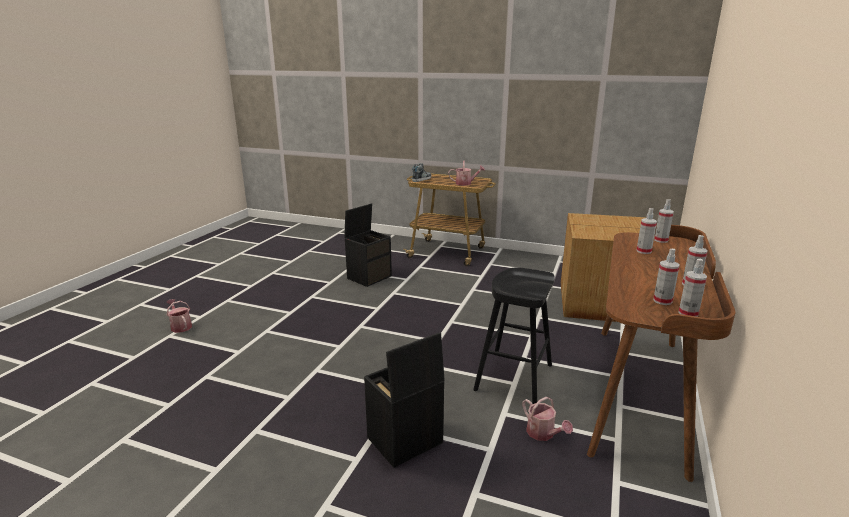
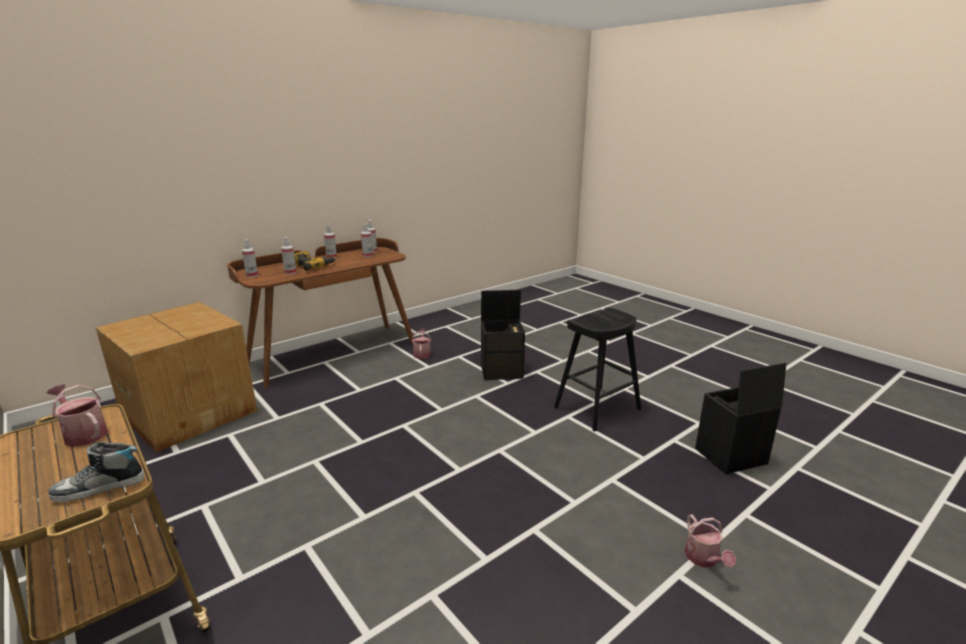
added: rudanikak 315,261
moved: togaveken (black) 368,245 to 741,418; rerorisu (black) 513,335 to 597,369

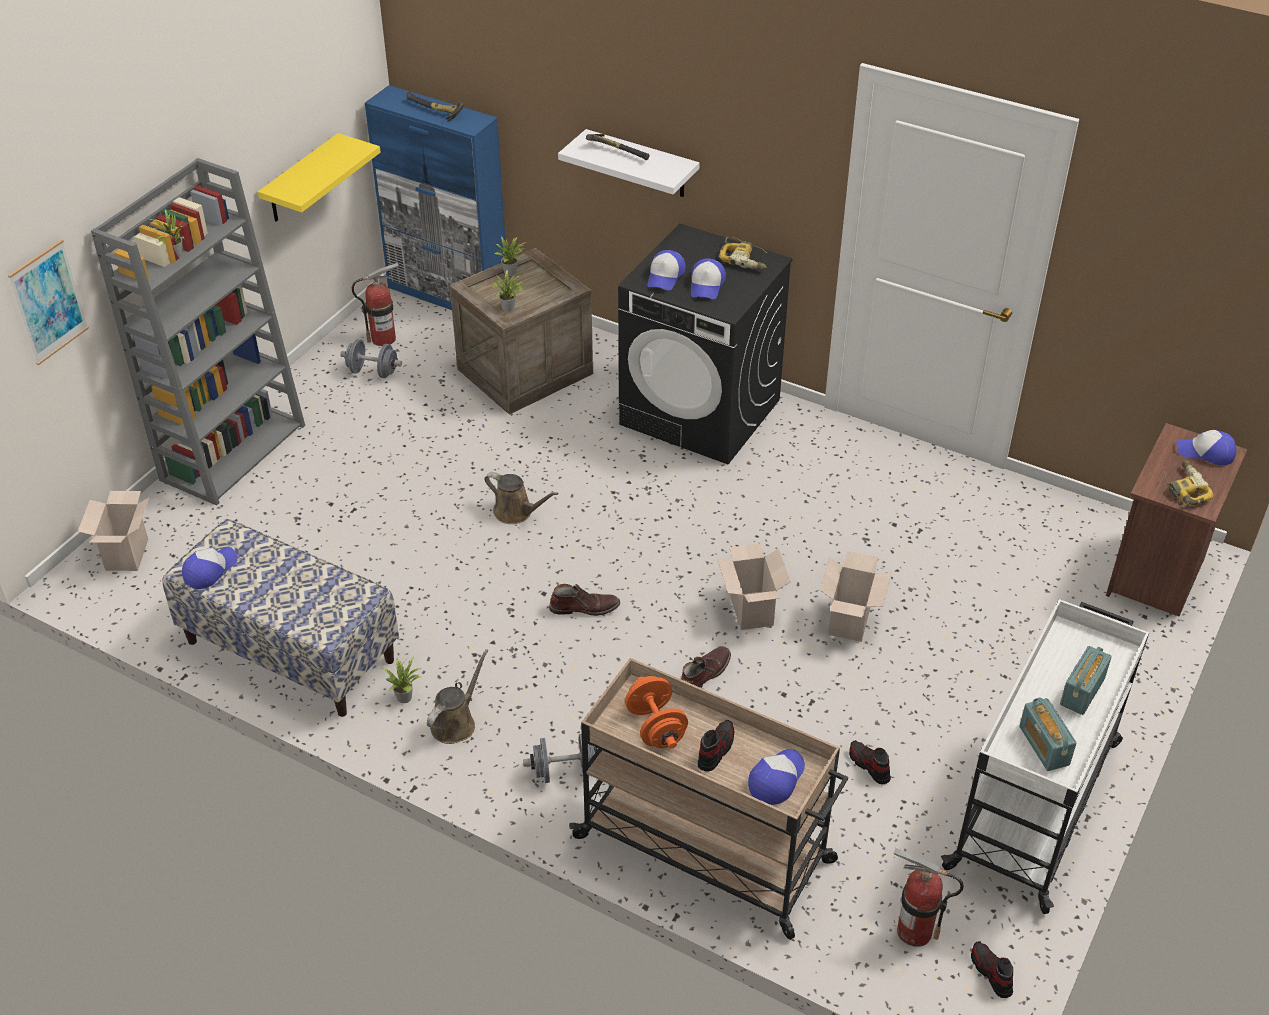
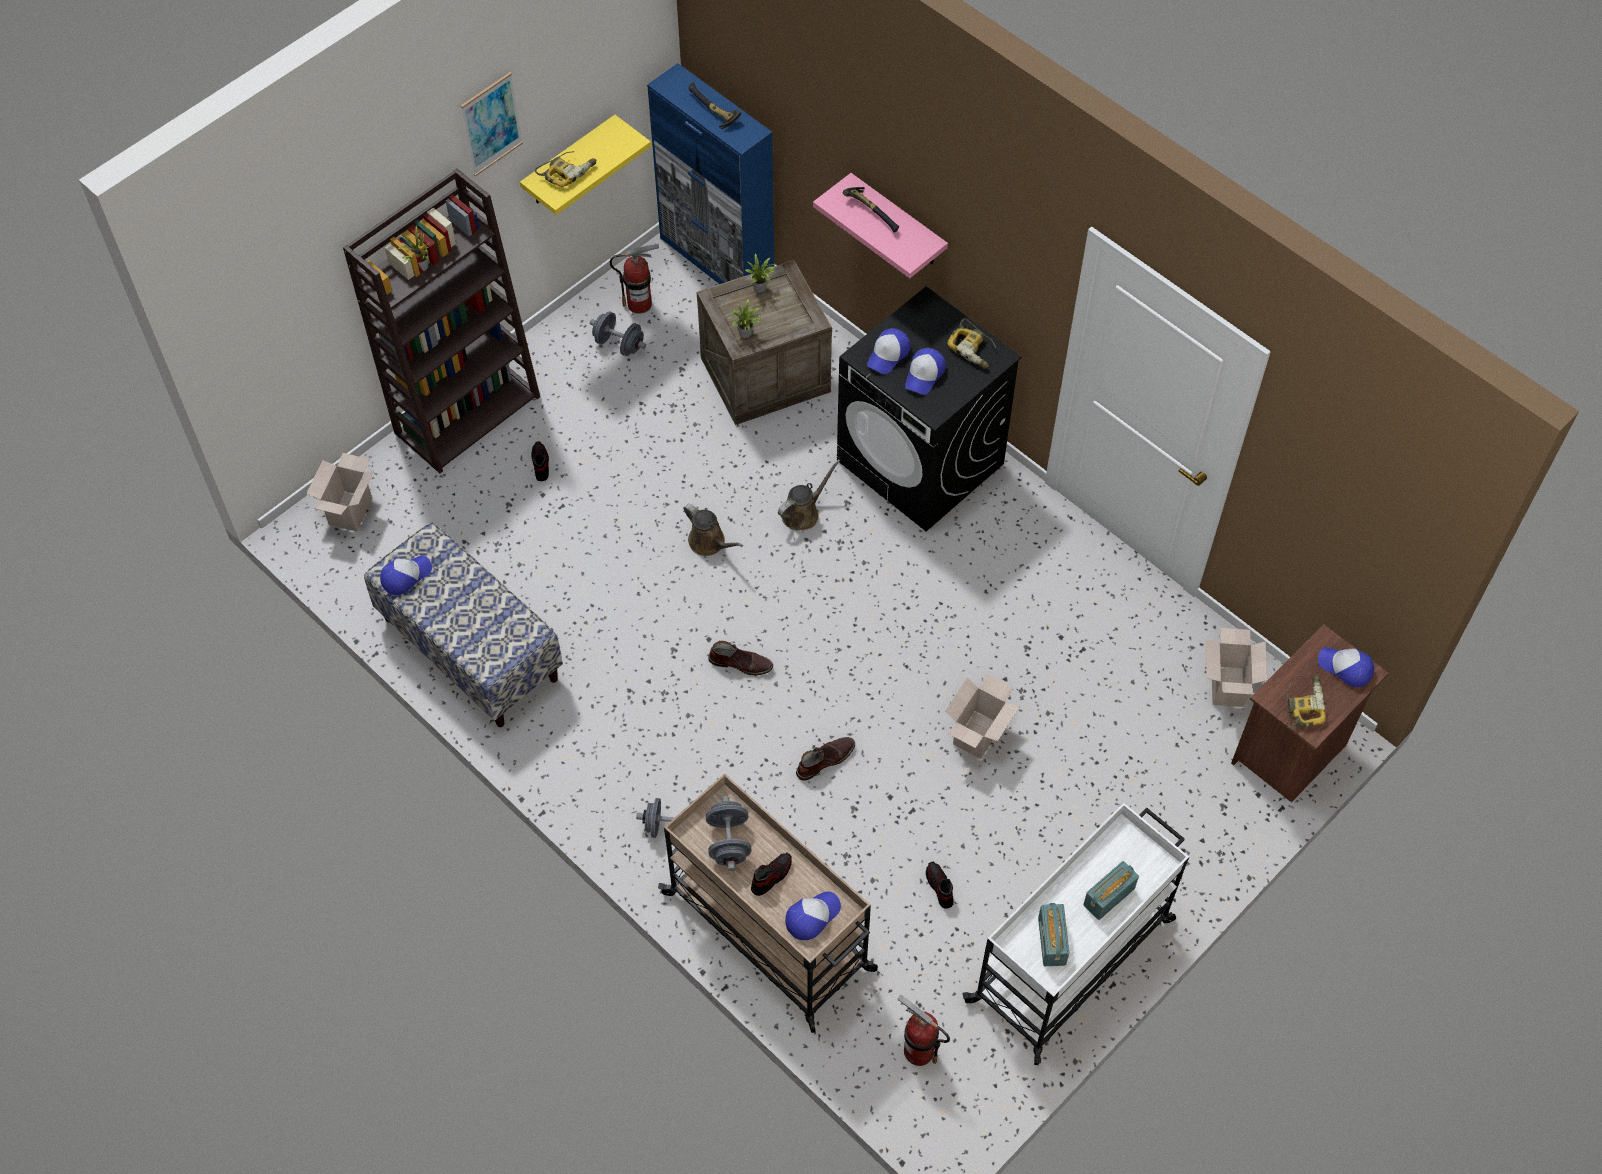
removed: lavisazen 402,680
added: rudanikak 565,169
moved: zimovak 48,302 to 492,124; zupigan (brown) 457,696 to 809,494; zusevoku 753,587 to 1236,667; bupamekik 992,969 to 540,461
recoloured: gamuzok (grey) 198,332 to gamuzok (brown) 441,321; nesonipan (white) 629,163 to nesonipan (pink) 880,225; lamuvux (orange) 656,712 to lamuvux (grey) 728,833

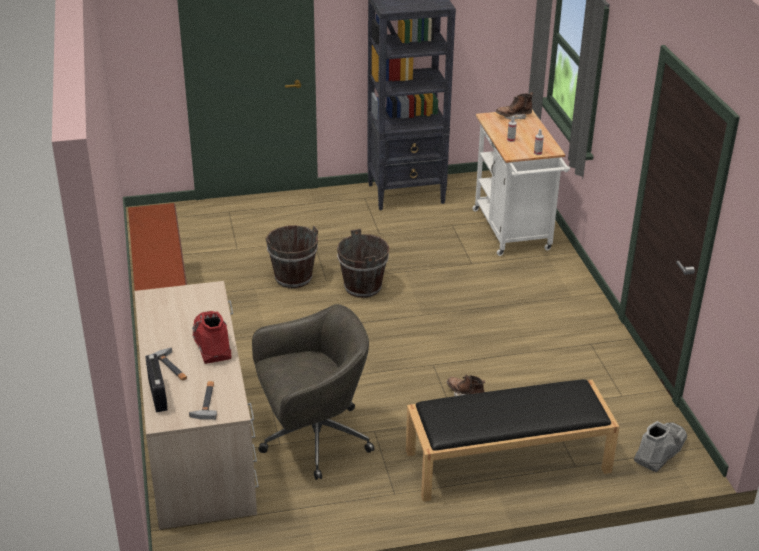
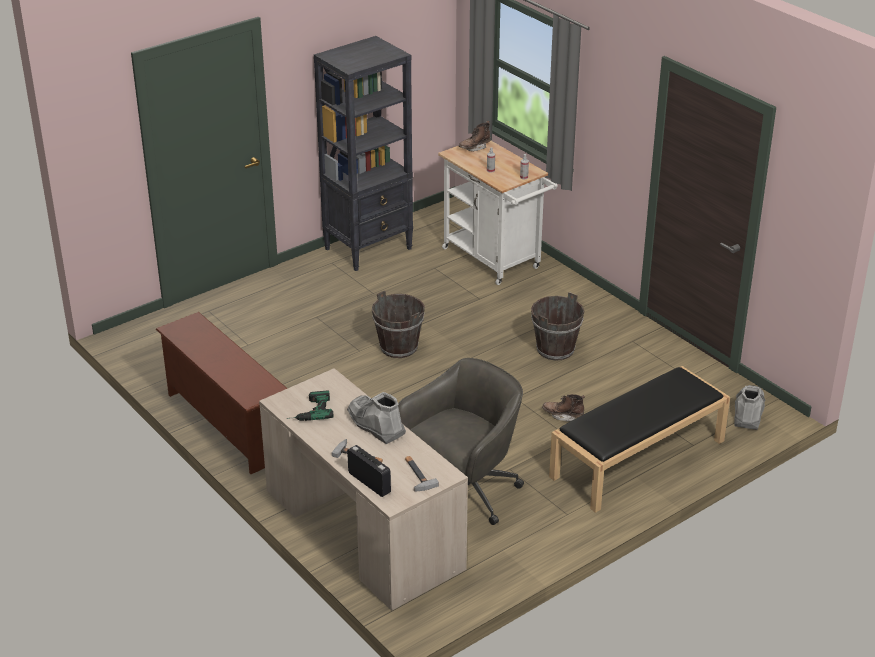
added: rudanikak 310,405
moved: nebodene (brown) 292,256 to 558,326
recoloured: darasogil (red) 211,337 to darasogil (grey) 376,418

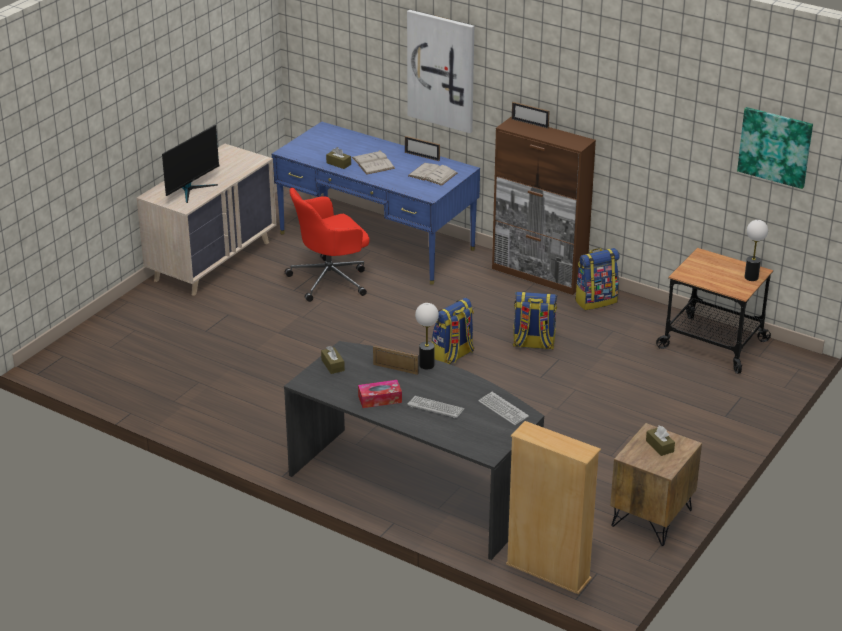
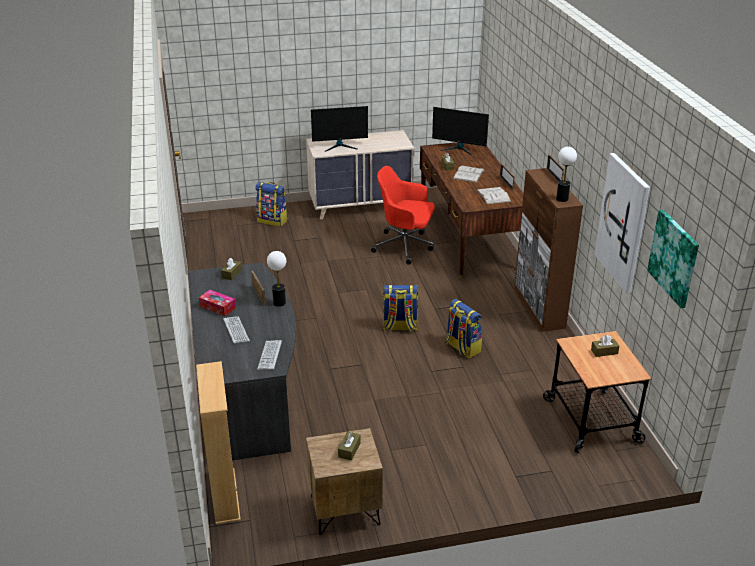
added: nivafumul 460,131; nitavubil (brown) 605,346
moved: zimovak 440,71 to 622,223; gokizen 597,279 to 271,204; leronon 756,250 to 566,174
recoloured: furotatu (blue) 376,203 to furotatu (brown) 472,210

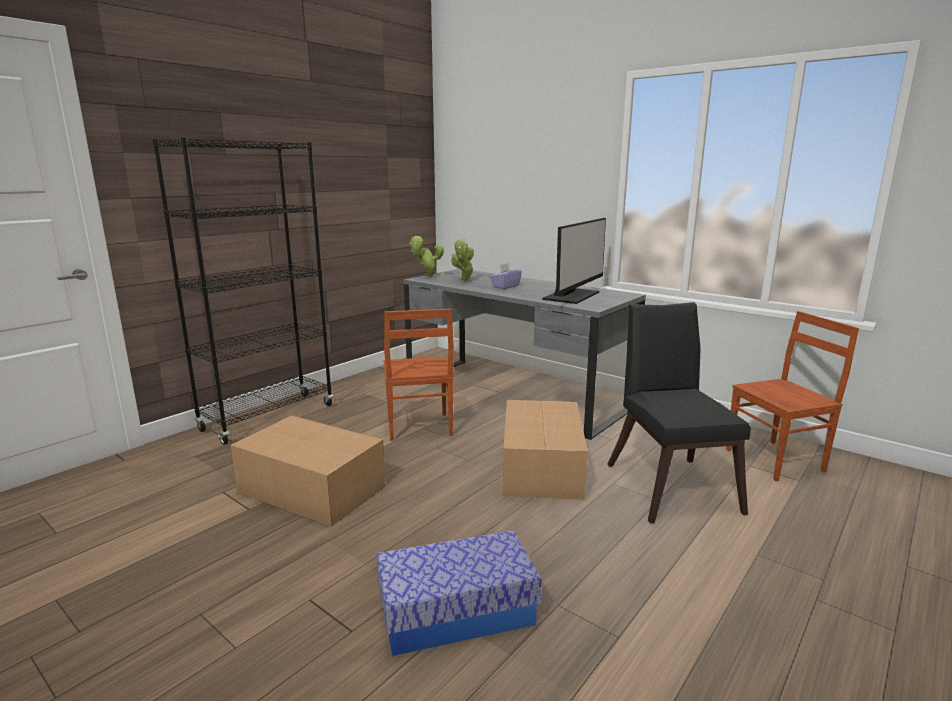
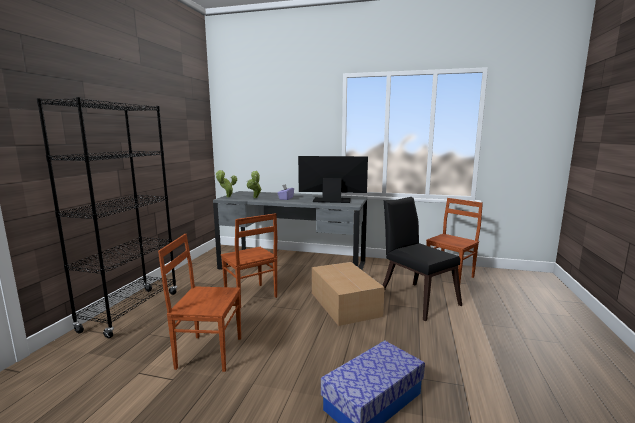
replaced: zusevoku 307,471 to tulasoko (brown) 199,303
turned: nivafumul 574,261 = 333,179 90 degrees counterclockwise

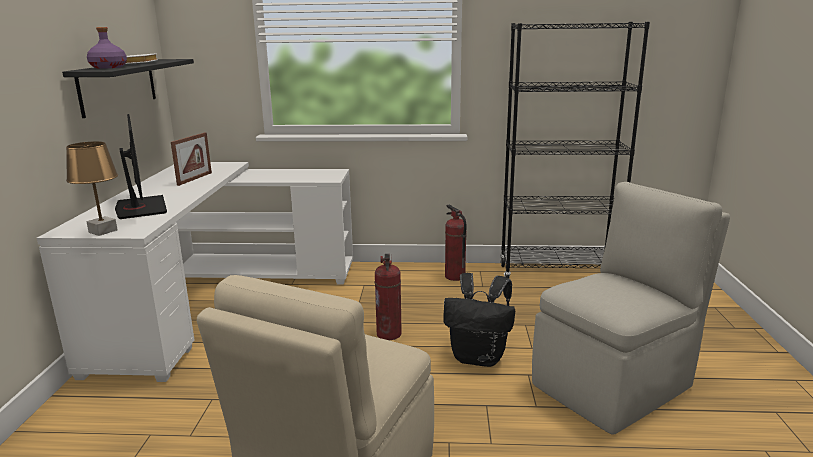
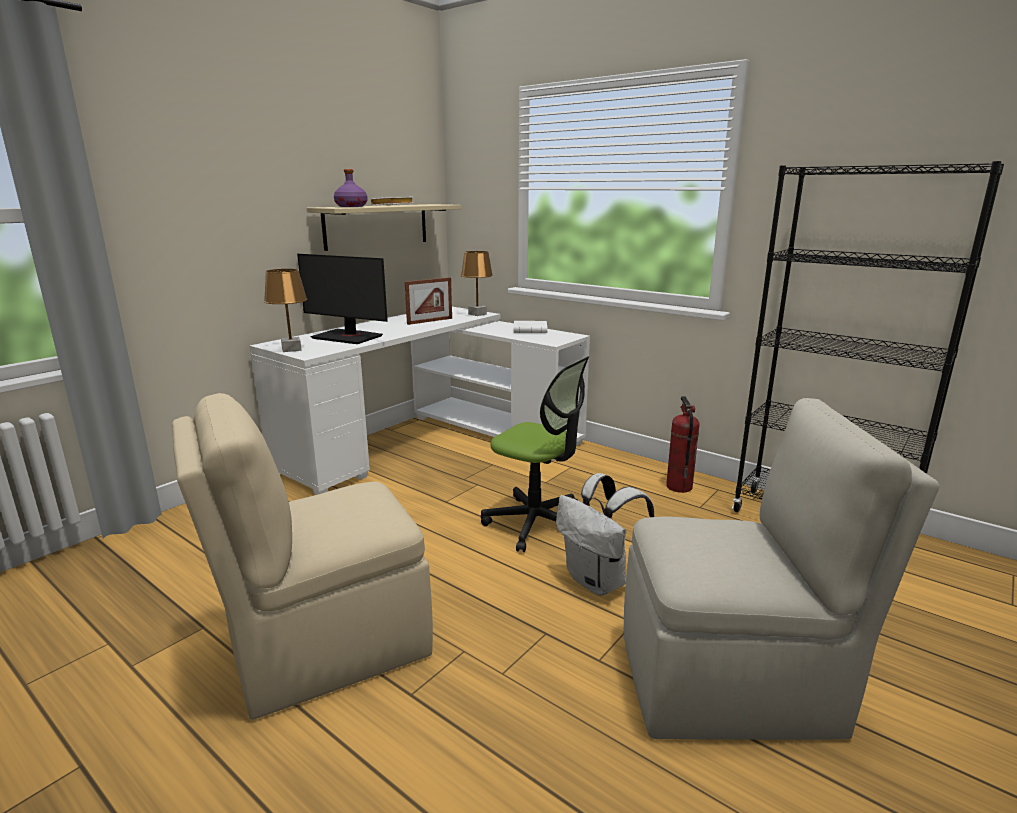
added: leronon (brown) 477,283; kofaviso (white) 530,327
replaced: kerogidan 388,297 to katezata 535,454
recoloured: nesonipan (black) 128,88 to nesonipan (beige) 384,227; gokizen (black) 479,320 to gokizen (white) 605,534
turned: nivafumul 141,166 = 342,299 105 degrees clockwise

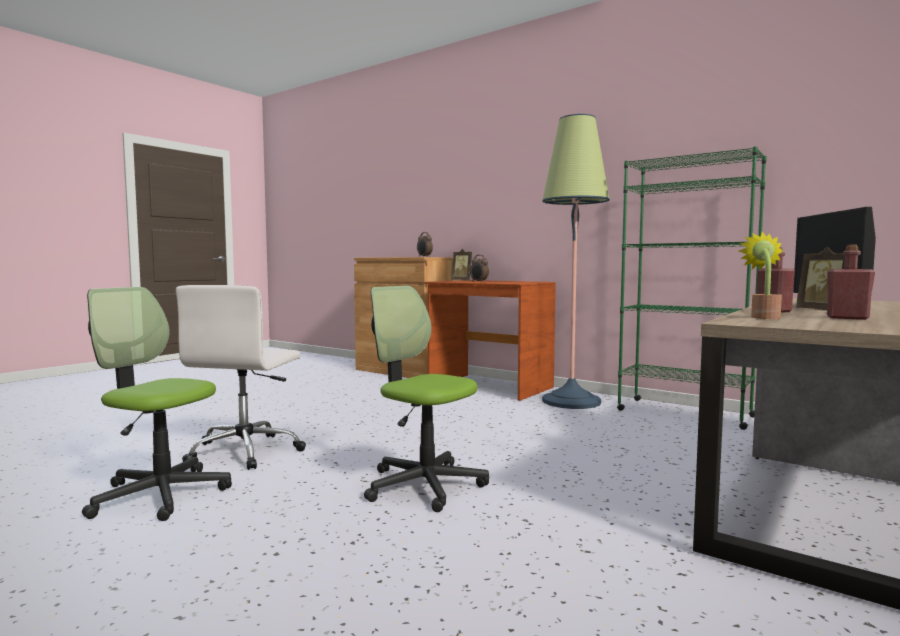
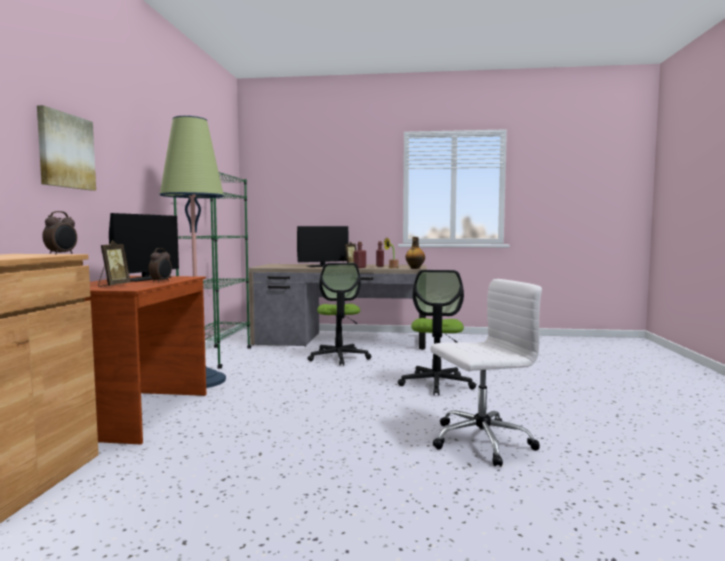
added: zimovak 66,147; nivafumul 144,247; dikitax 415,253
moved: katezata 157,404 to 339,314

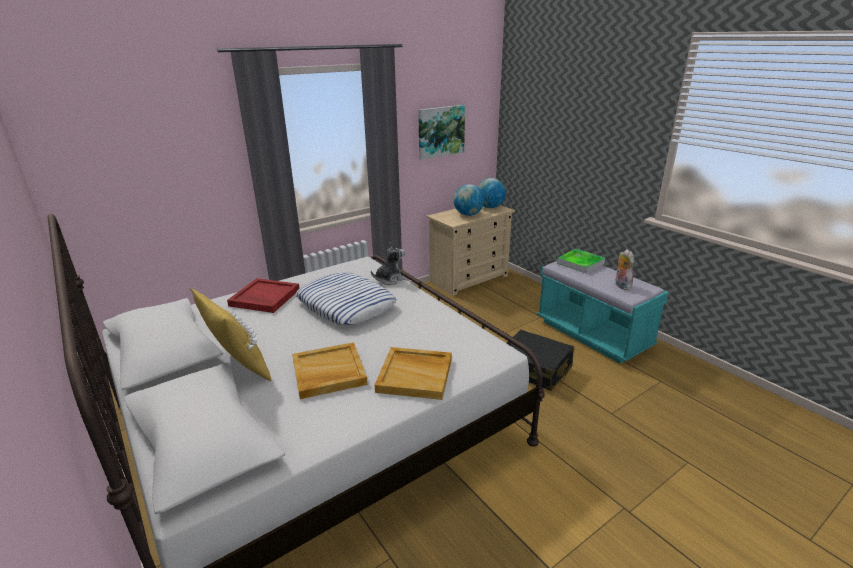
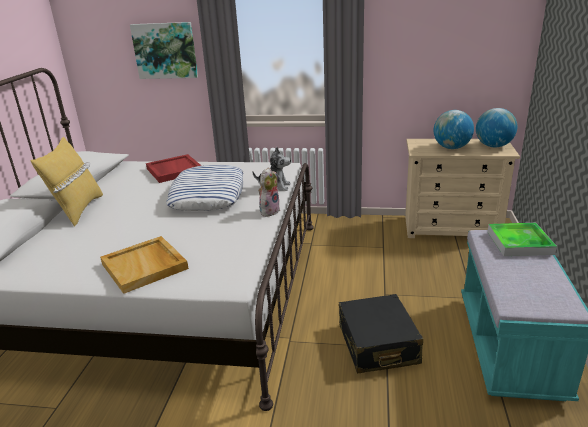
removed: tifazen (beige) 330,370
moved: zimovak 441,132 to 164,50; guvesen 624,269 to 269,192

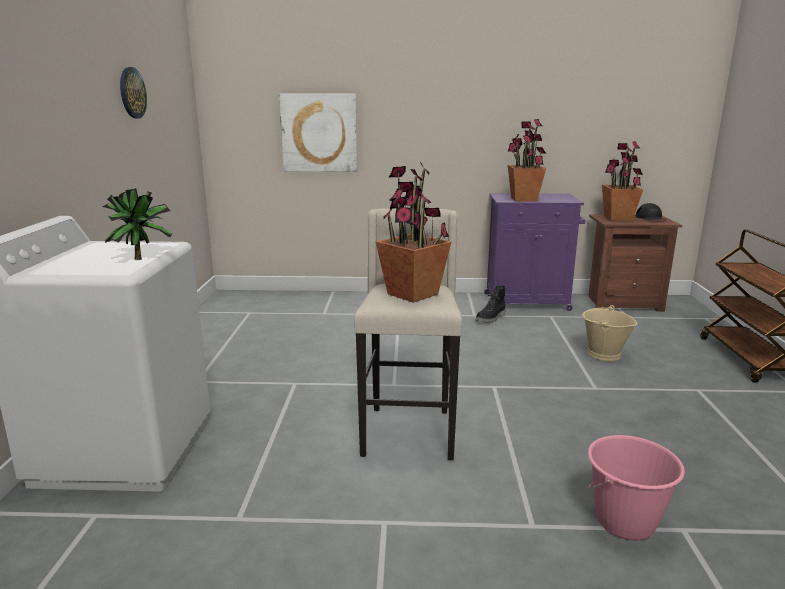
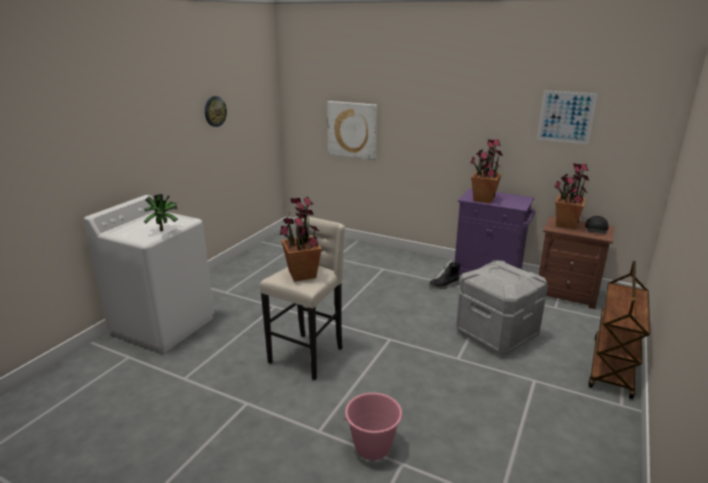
added: zimovak 567,117
replaced: nebodene (beige) 609,333 to togaveken (grey) 502,307

